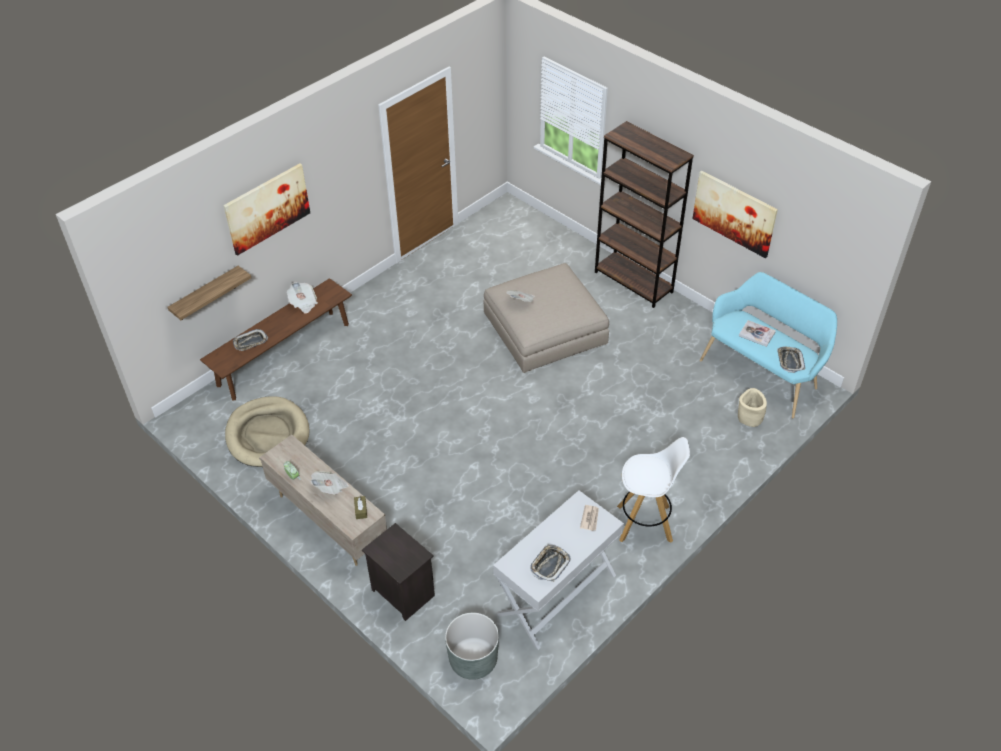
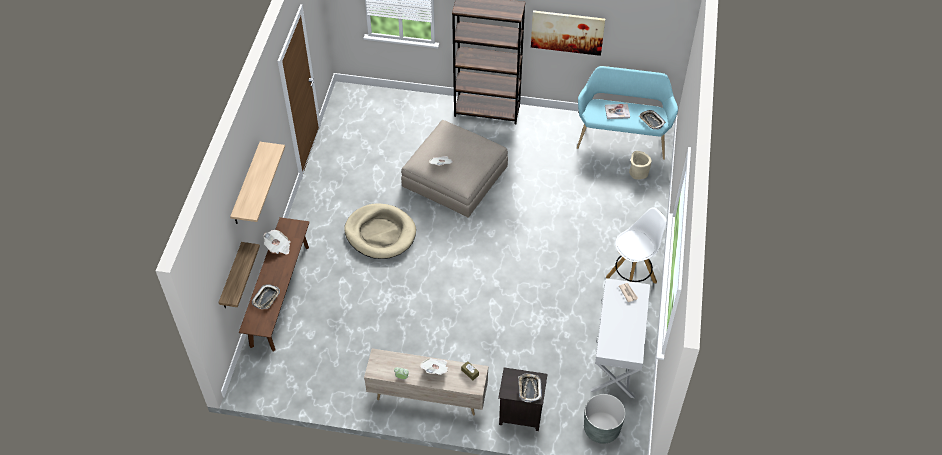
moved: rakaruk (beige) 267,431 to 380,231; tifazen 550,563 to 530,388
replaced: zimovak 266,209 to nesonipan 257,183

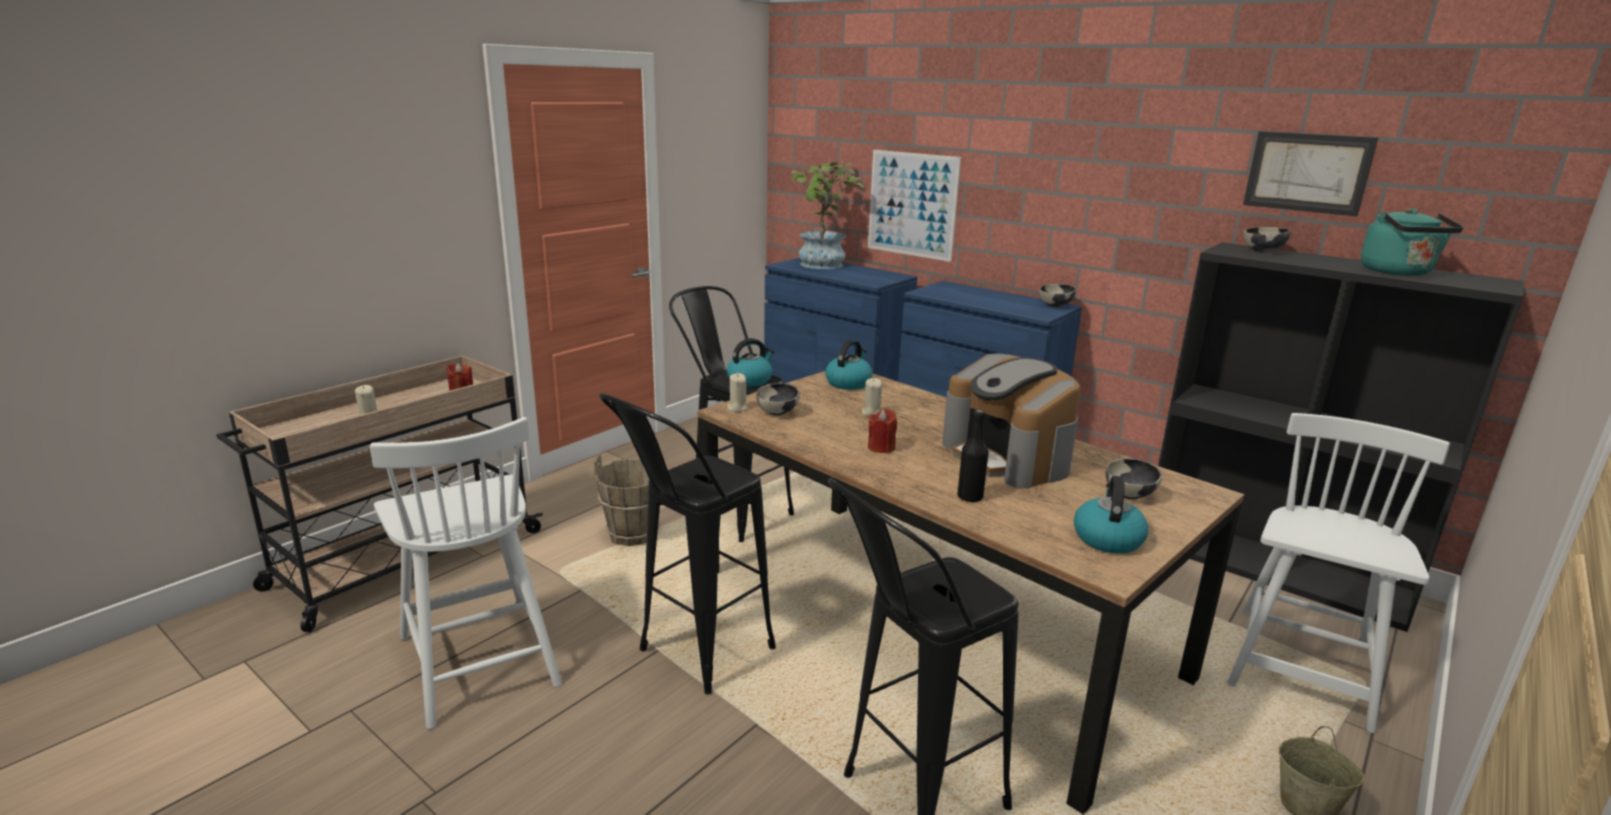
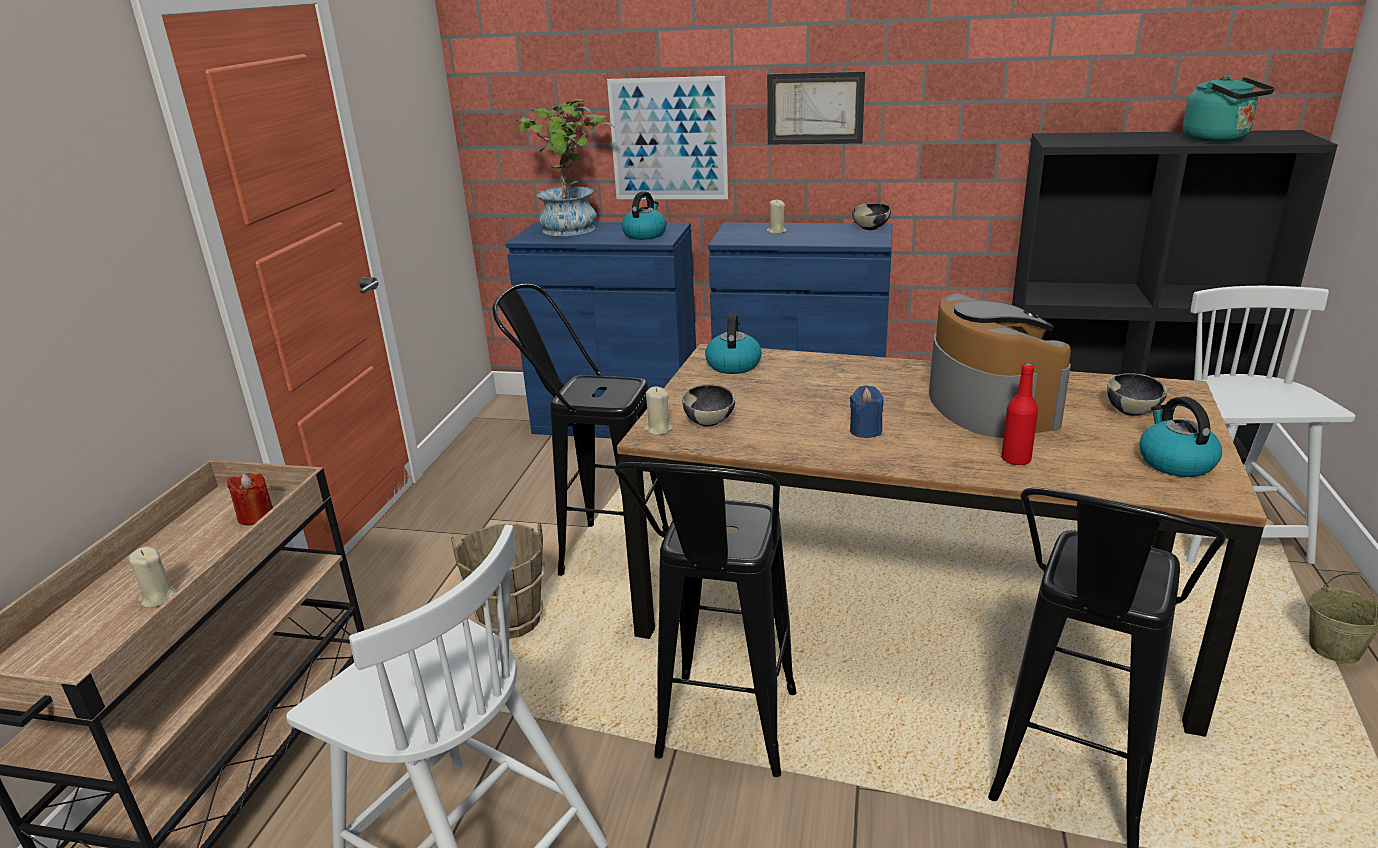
removed: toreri 1267,240
moved: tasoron 750,362 to 644,215; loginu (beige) 871,397 to 776,217; zimovak 1310,173 to 816,107
recoloured: loginu (red) 882,431 to loginu (blue) 867,411; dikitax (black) 973,456 to dikitax (red) 1019,414
turned: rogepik 1011,421 = 1000,365 135 degrees counterclockwise

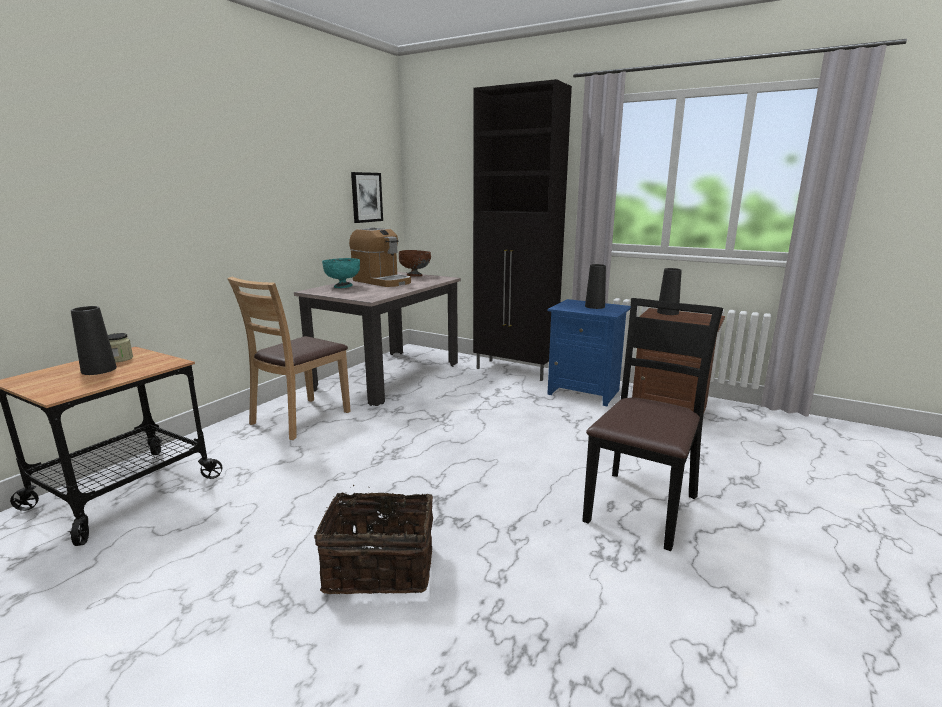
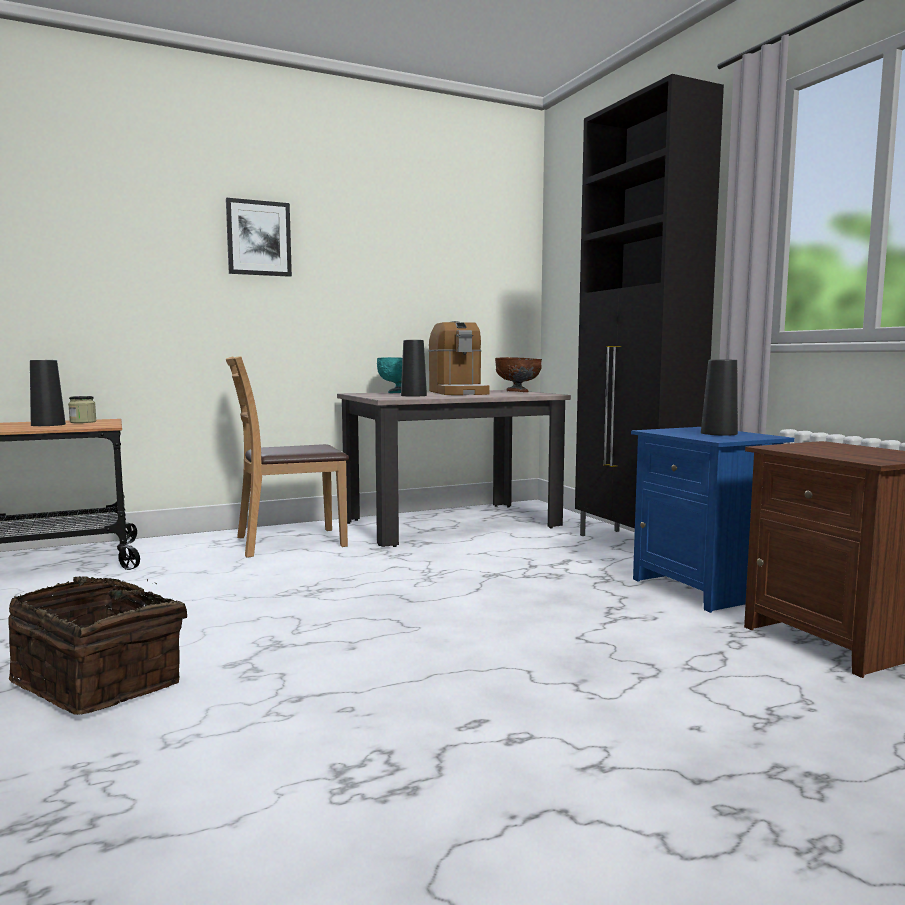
removed: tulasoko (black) 652,424
moved: zimovak 367,197 to 259,237; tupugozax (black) 669,291 to 414,368

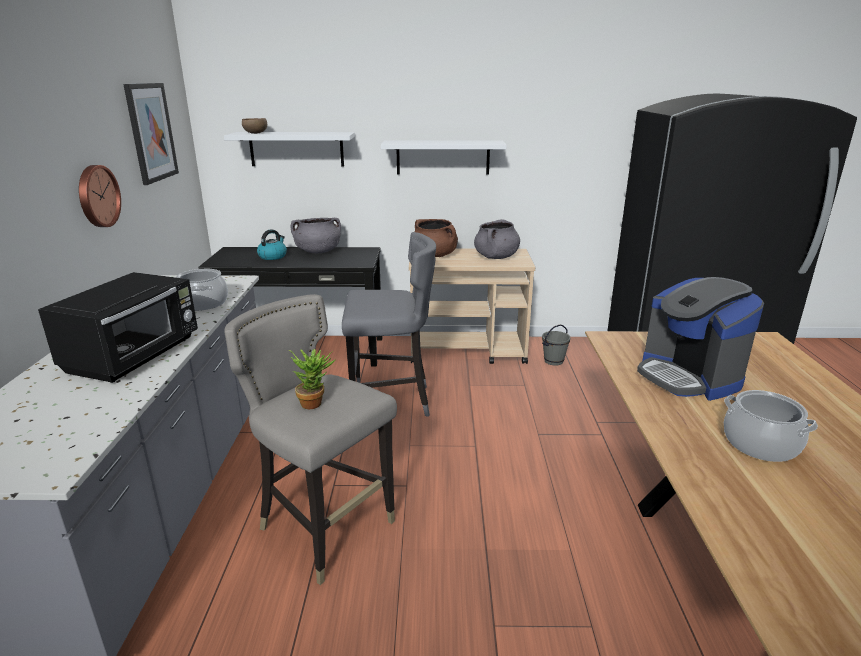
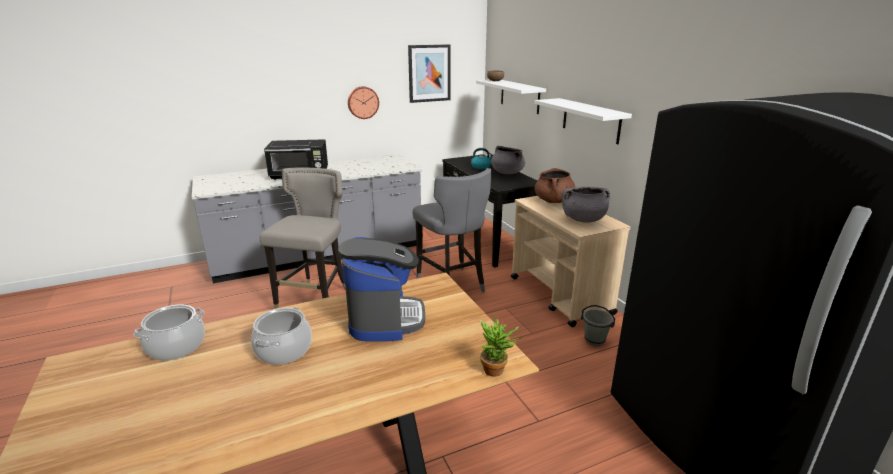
moved: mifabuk 202,290 to 169,332; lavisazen 312,379 to 501,345
turned: rogepik 700,339 = 381,289 135 degrees clockwise

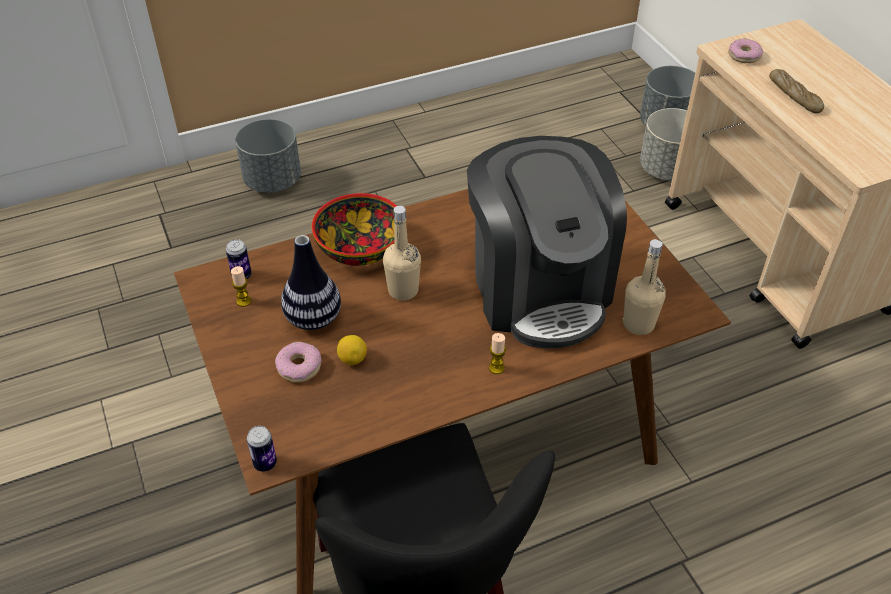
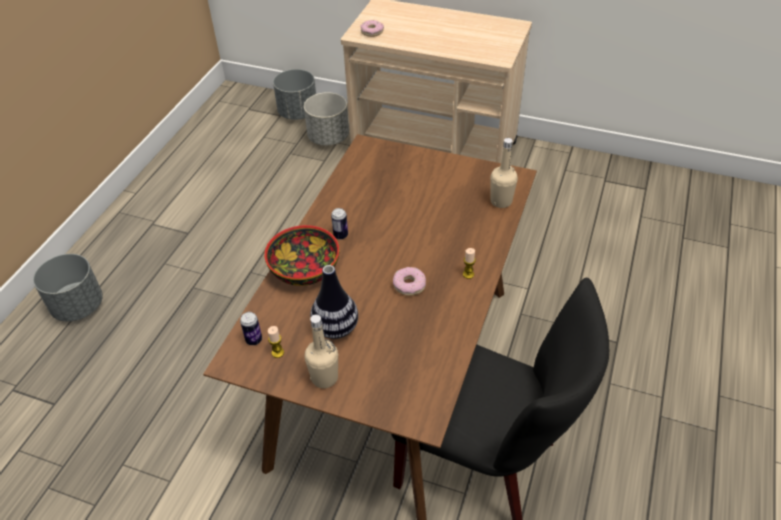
removed: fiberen 352,350; rogepik 547,242; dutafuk 796,91
moved: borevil 262,449 to 339,224; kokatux 298,362 to 409,281; dikitax (beige) 402,253 to 321,351

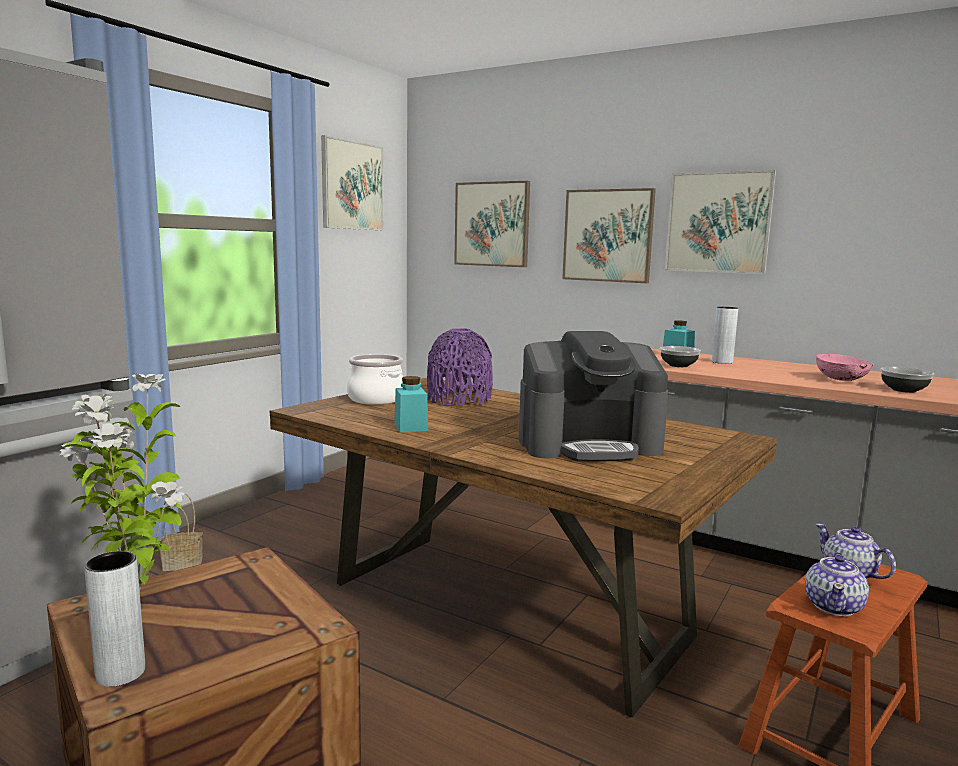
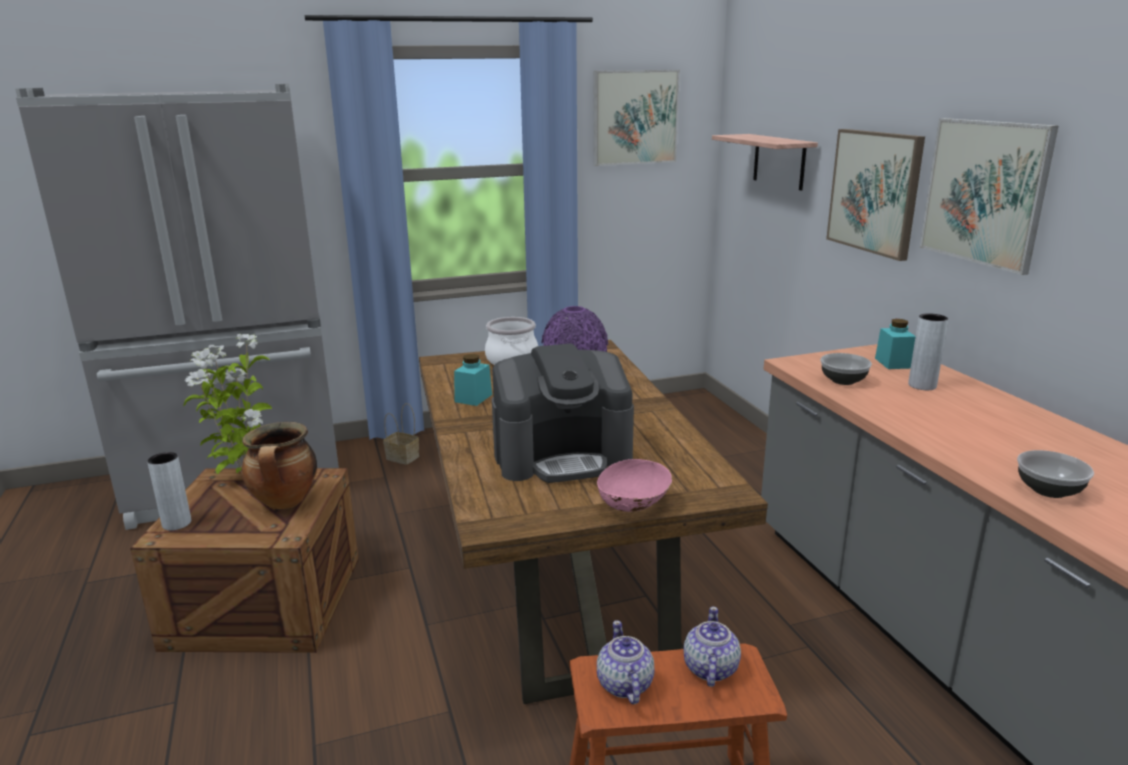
added: mifabuk 279,465
moved: toreri (pink) 845,367 to 634,485
replaced: zimovak 492,224 to nesonipan 765,162
turned: rogepik 593,396 = 563,413 45 degrees counterclockwise; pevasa 837,584 = 626,662 105 degrees clockwise

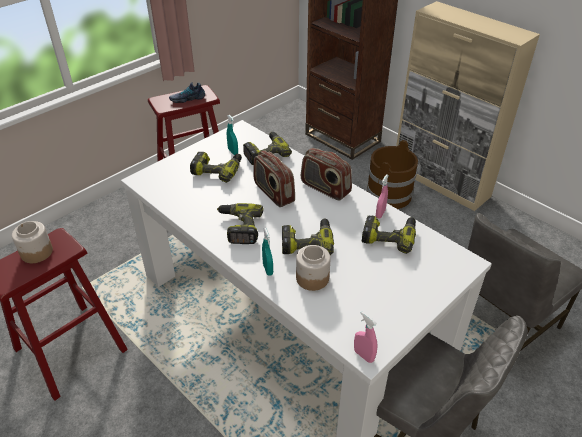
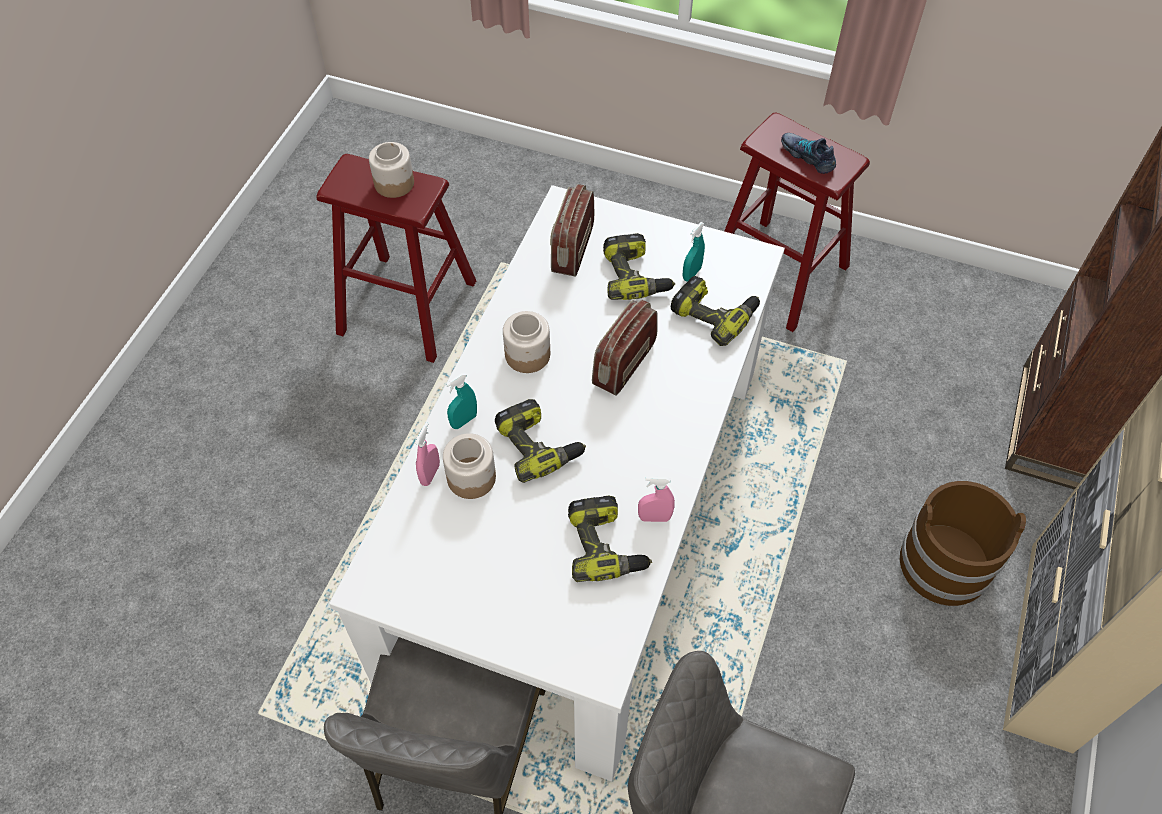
moved: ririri 326,174 to 572,230; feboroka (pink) 365,337 to 427,454
replaced: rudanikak 240,223 to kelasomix 526,342

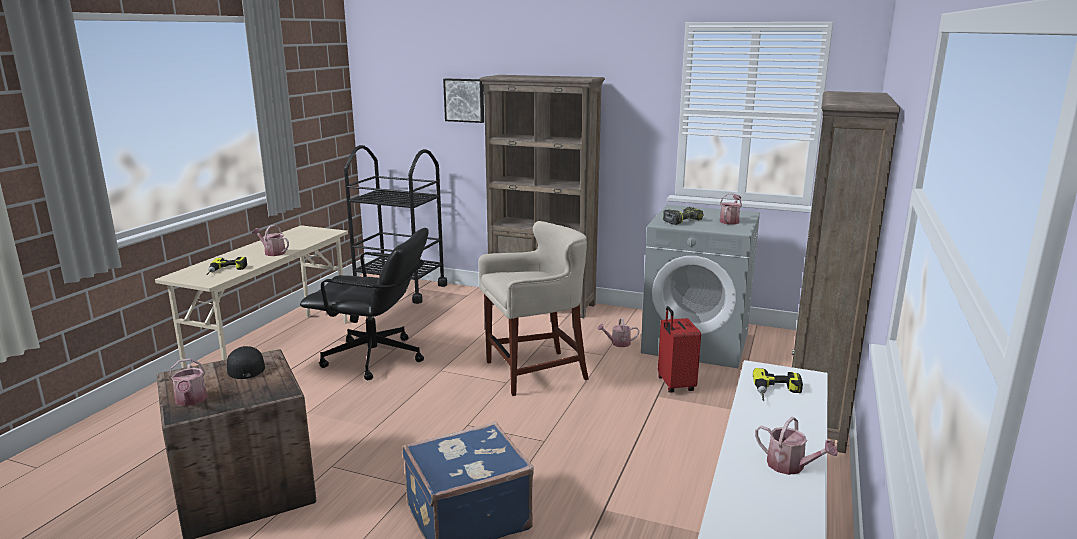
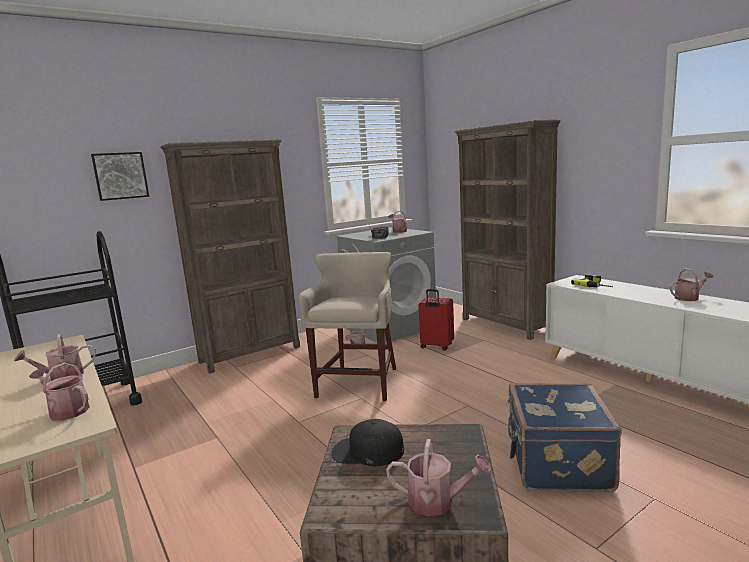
removed: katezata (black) 364,304
replaced: rudanikak 226,266 to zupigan 59,392

